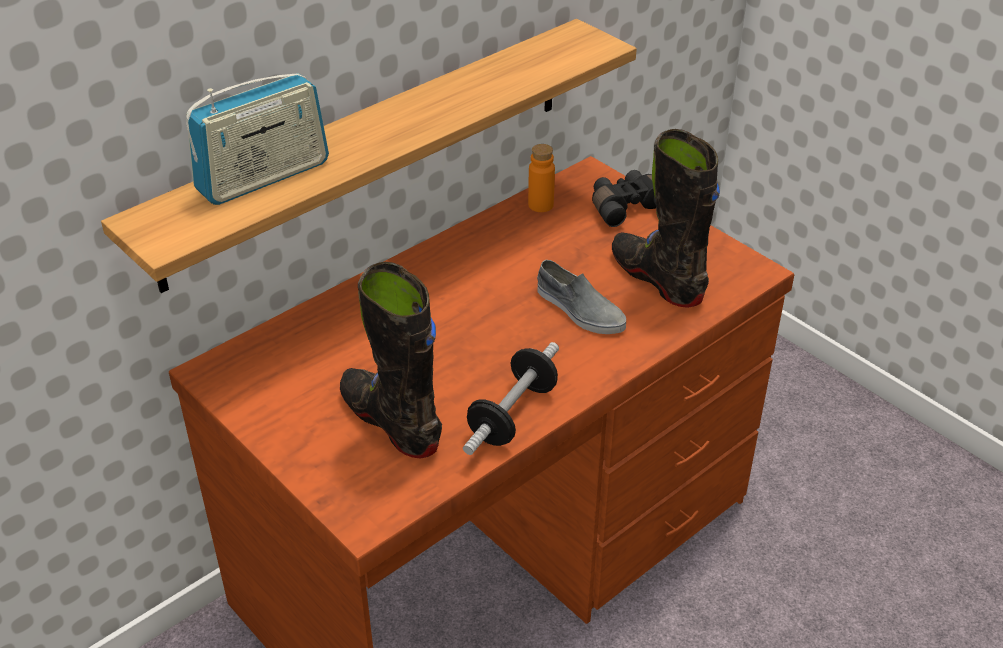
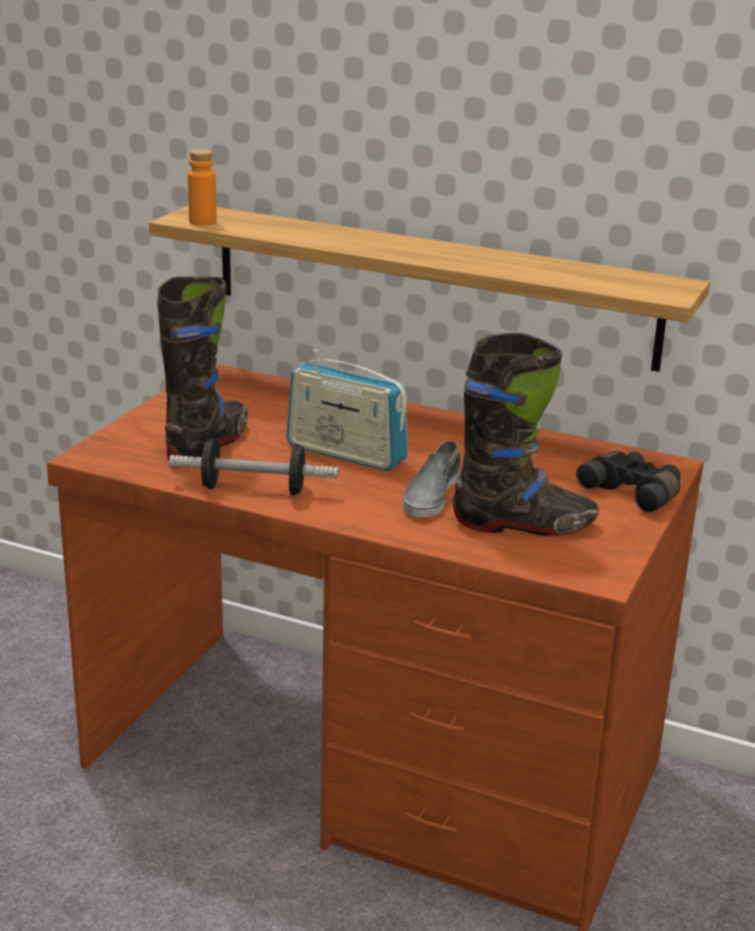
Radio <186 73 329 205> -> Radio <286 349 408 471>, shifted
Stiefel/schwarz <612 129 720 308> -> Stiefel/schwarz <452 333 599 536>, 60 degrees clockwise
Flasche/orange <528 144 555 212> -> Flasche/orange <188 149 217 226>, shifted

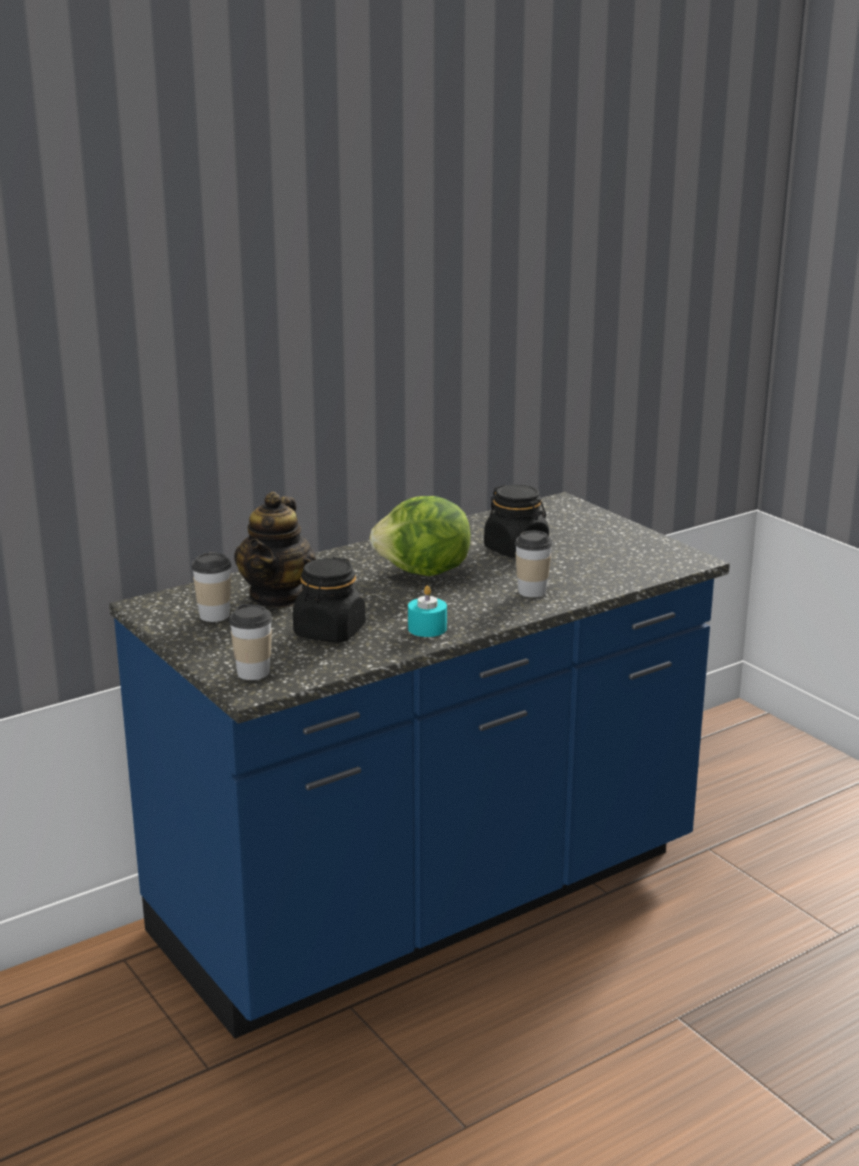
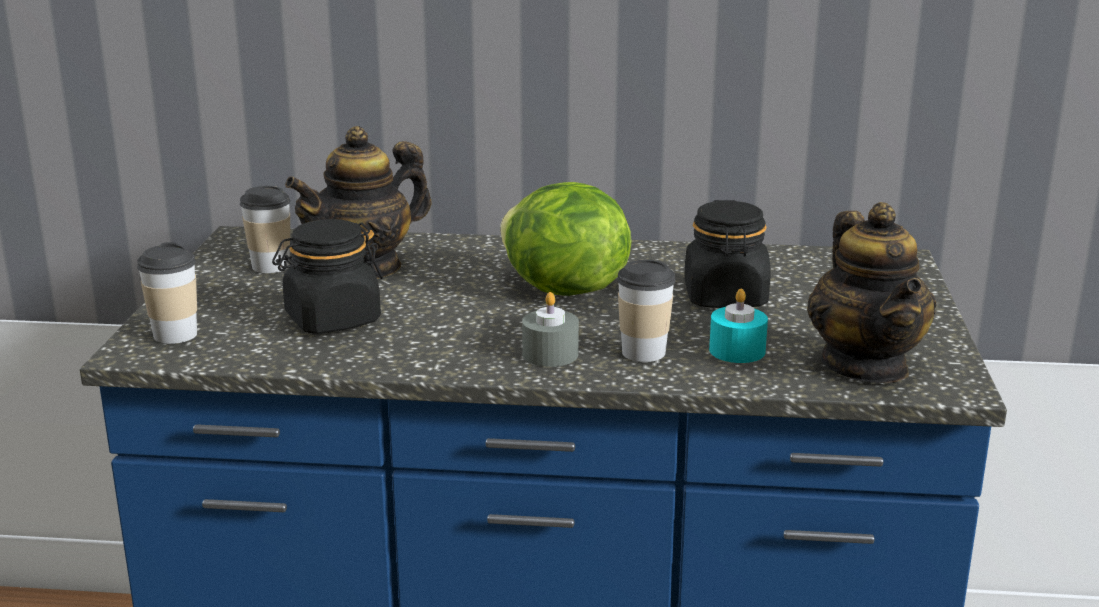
Kerze/türkis <408 586 447 637> -> Kerze/türkis <709 289 768 363>, shifted
none -> Teekanne <807 202 937 383>
none -> Kerze/grau <522 292 579 367>

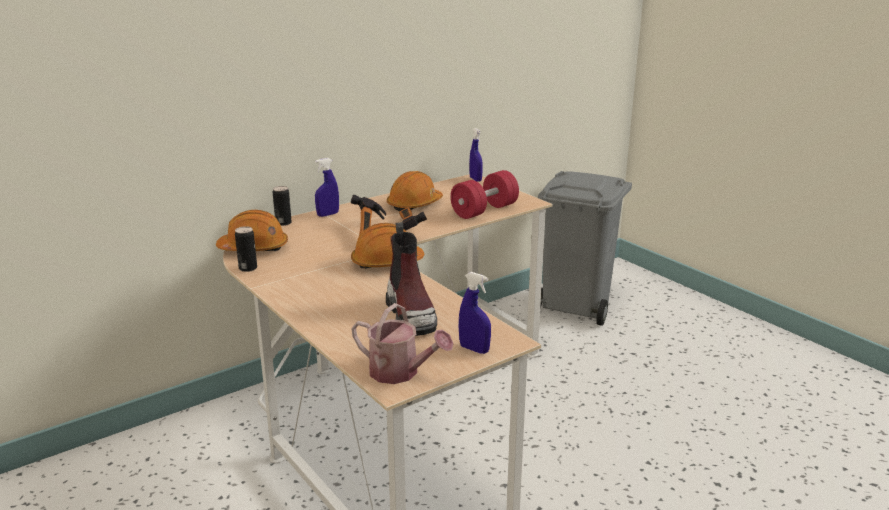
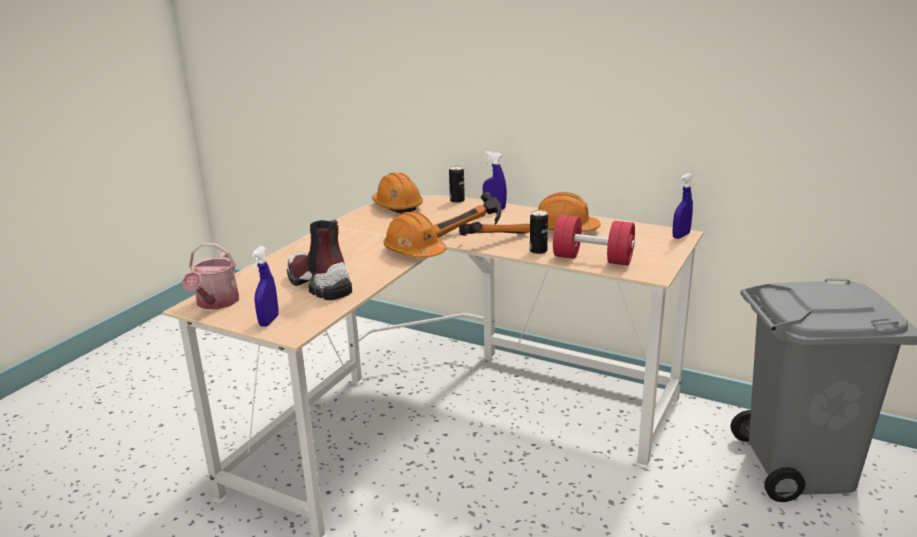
Stiefel <386 222 437 336> -> Stiefel <287 220 352 300>, 90 degrees clockwise
Dose <235 226 257 272> -> Dose <530 210 548 254>, shifted

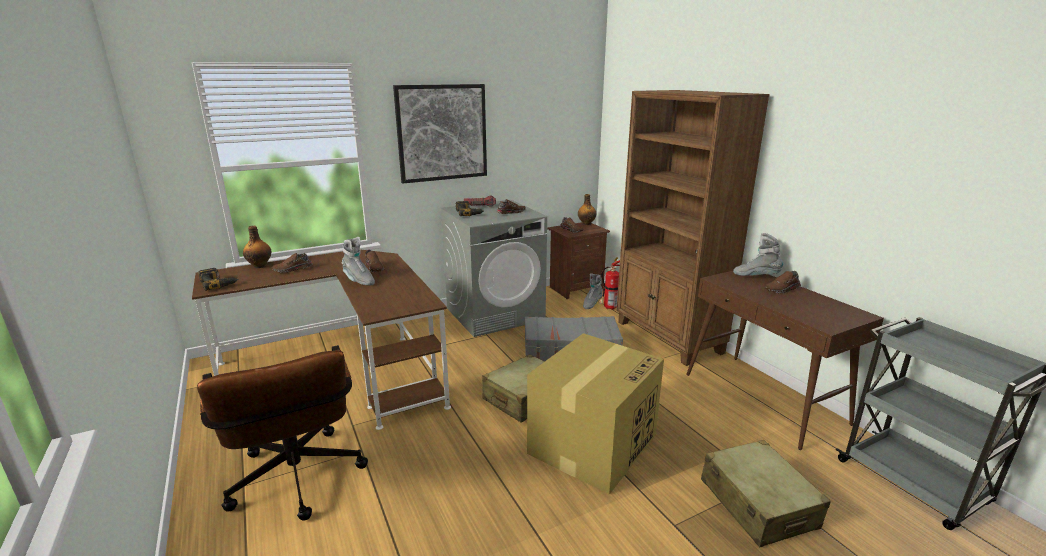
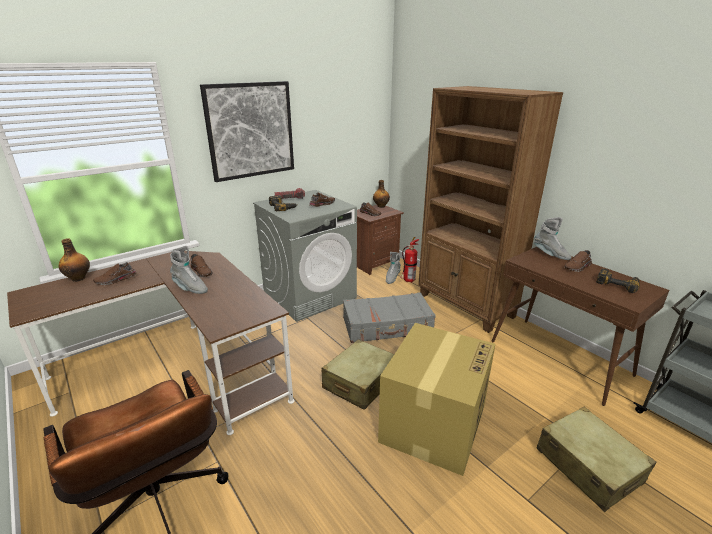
Stiefel/grau <733 233 783 276> -> Stiefel/grau <534 217 571 260>, 150 degrees counterclockwise
Bohrmaschine <198 268 239 291> -> Bohrmaschine <596 269 640 293>, shifted

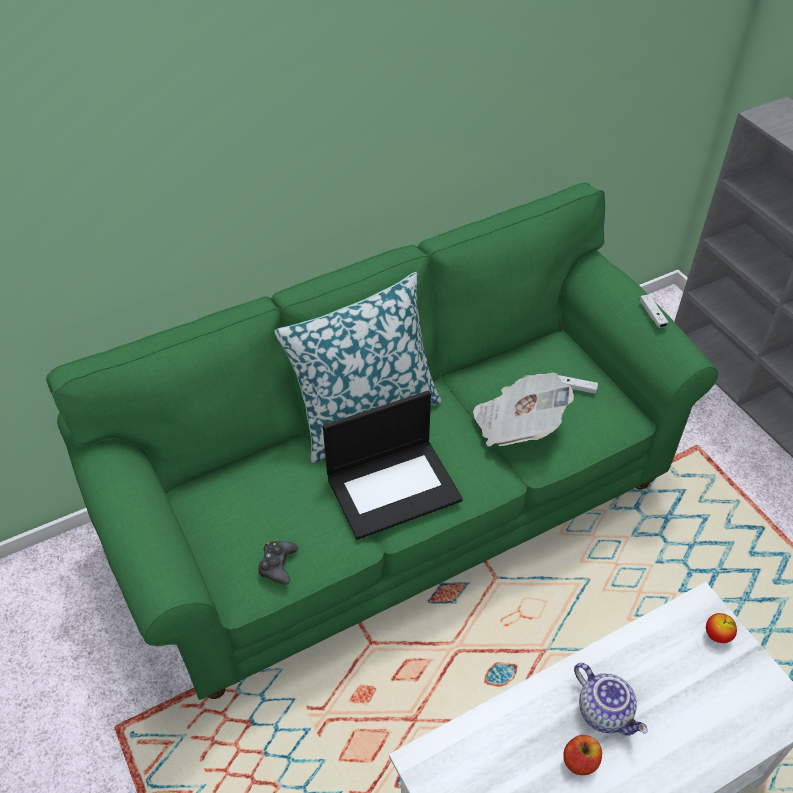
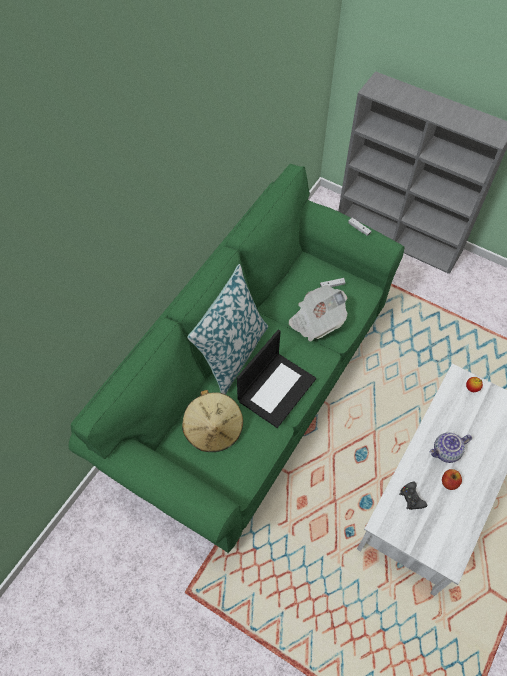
Gamepad/schwarz <258 541 298 585> -> Gamepad/schwarz <399 481 427 510>, shifted
Teekanne <574 663 648 736> -> Teekanne <429 432 472 463>, 135 degrees clockwise
none -> Hut/beige <182 390 243 452>

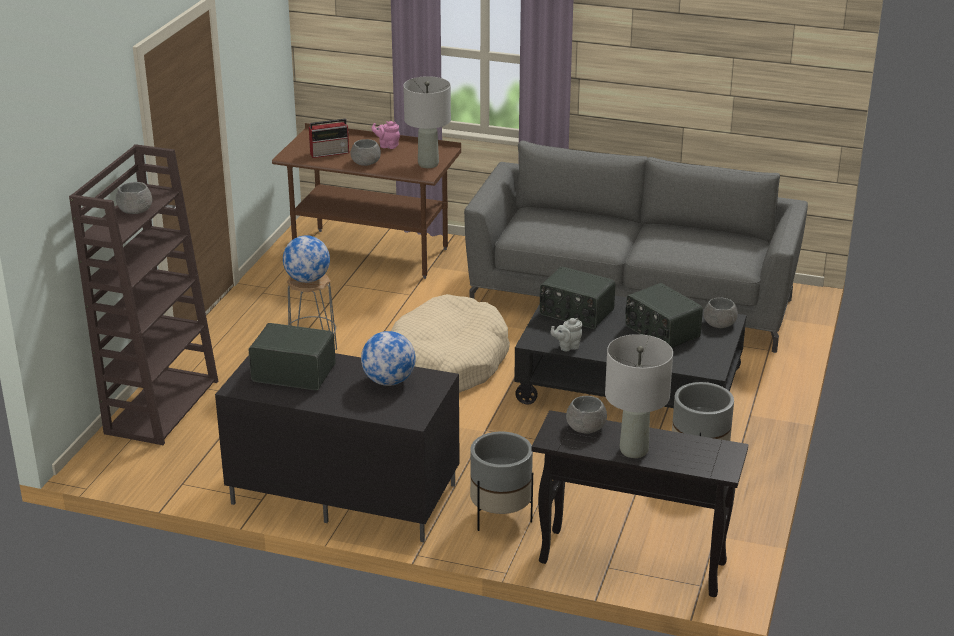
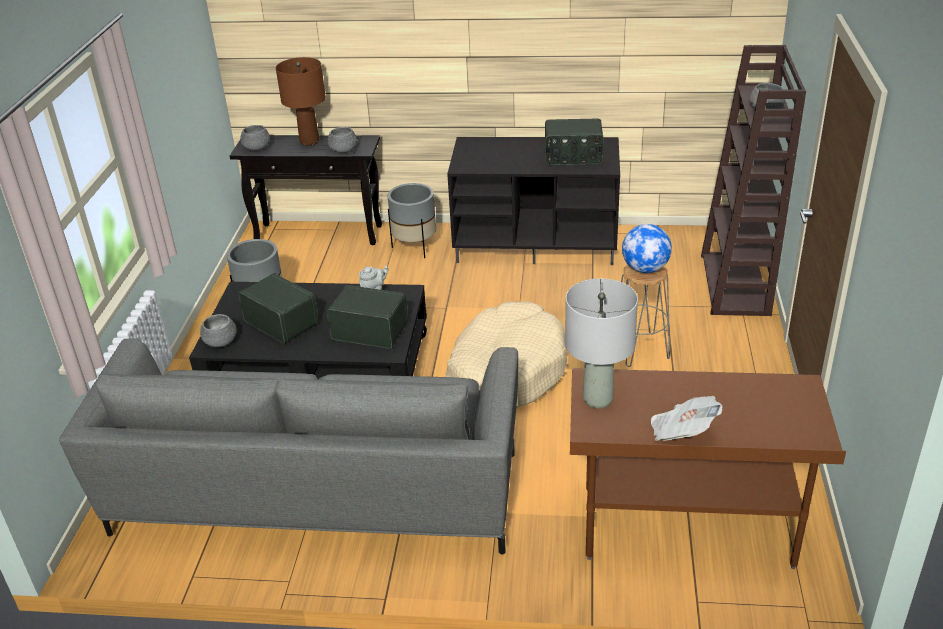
Radio <309 119 349 158> -> none
Teekanne/rosa <371 121 400 149> -> Zeitung <651 396 722 441>
Schüssel/grau <351 139 381 166> -> Schüssel/grau <241 125 270 151>, shifted
Globus <361 331 416 386> -> none
Tischlampe/grau <605 334 673 458> -> Tischlampe/braun <276 57 326 146>

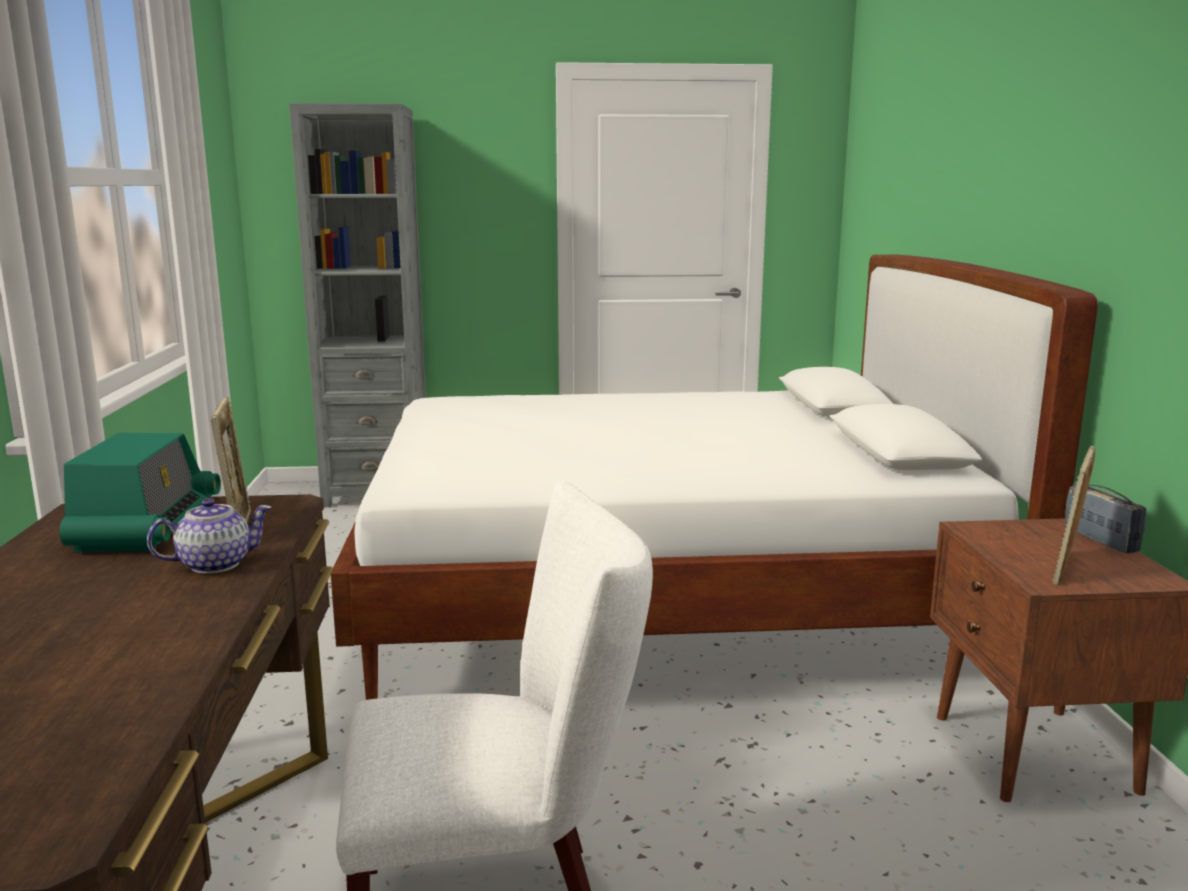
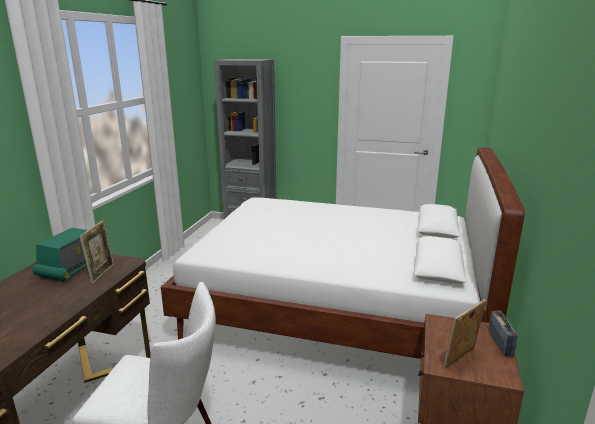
Teekanne <147 498 272 574> -> none

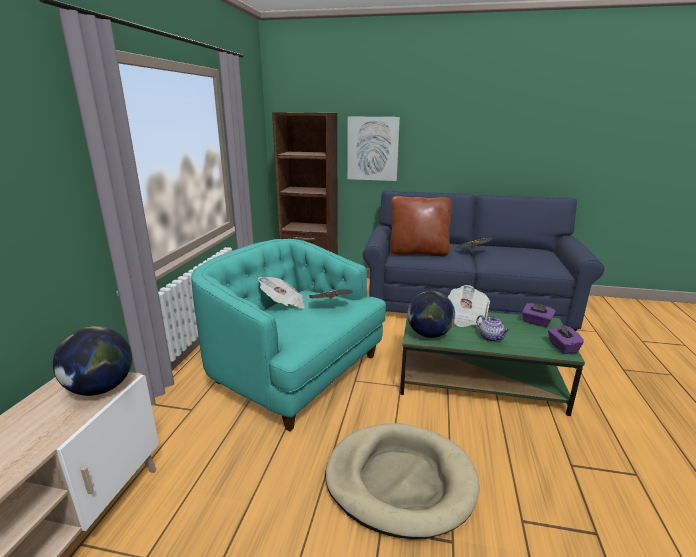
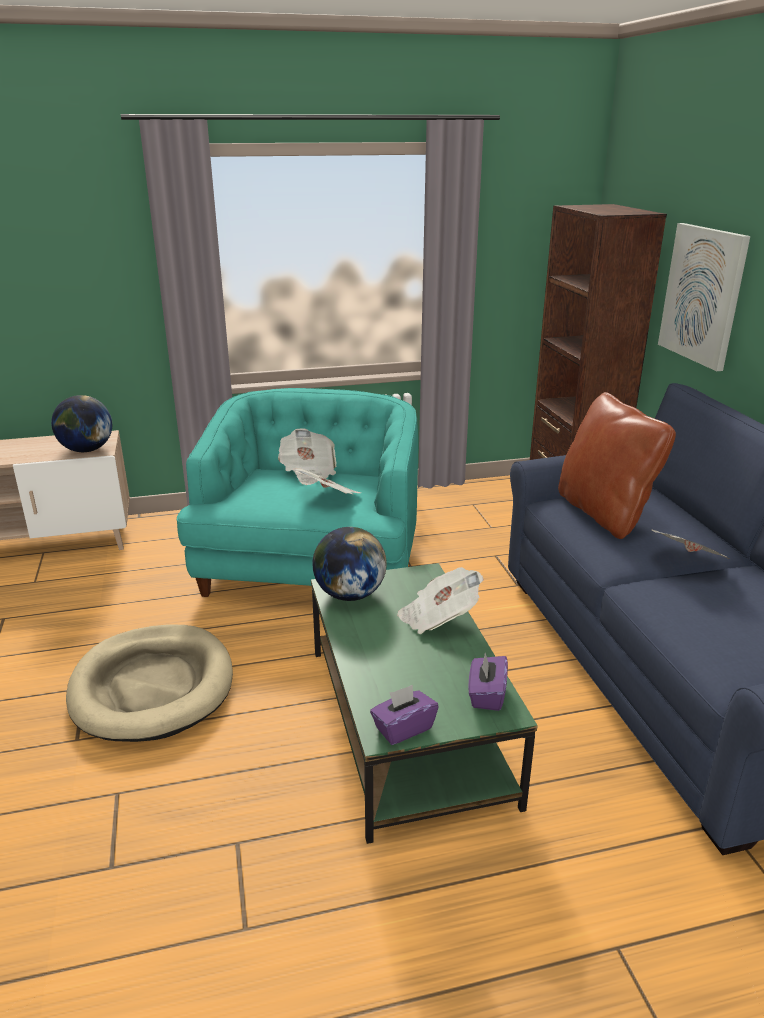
Teekanne <476 315 510 341> -> none

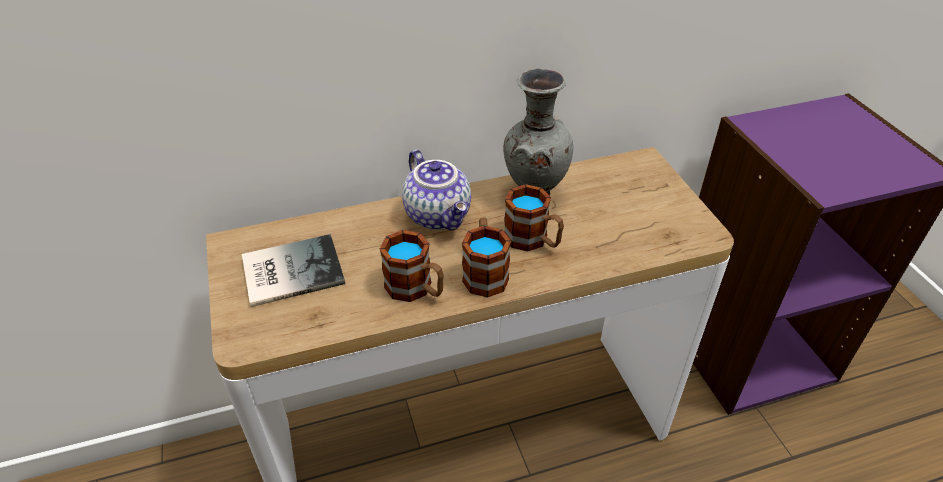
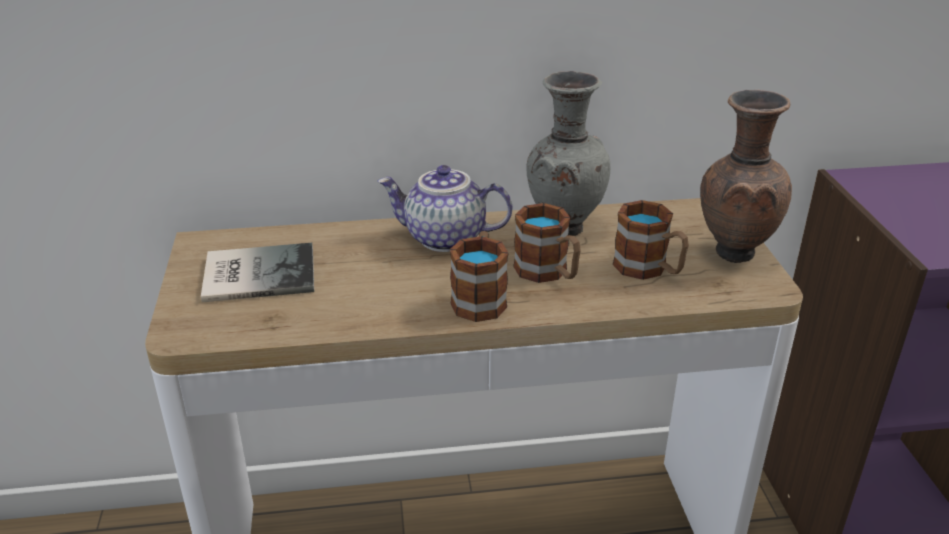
Teekanne <402 149 471 230> -> Teekanne <378 165 512 252>, 120 degrees clockwise
Henkelbecher <380 230 444 302> -> Henkelbecher <613 200 689 280>, shifted
none -> Vase/braun <700 90 792 263>

